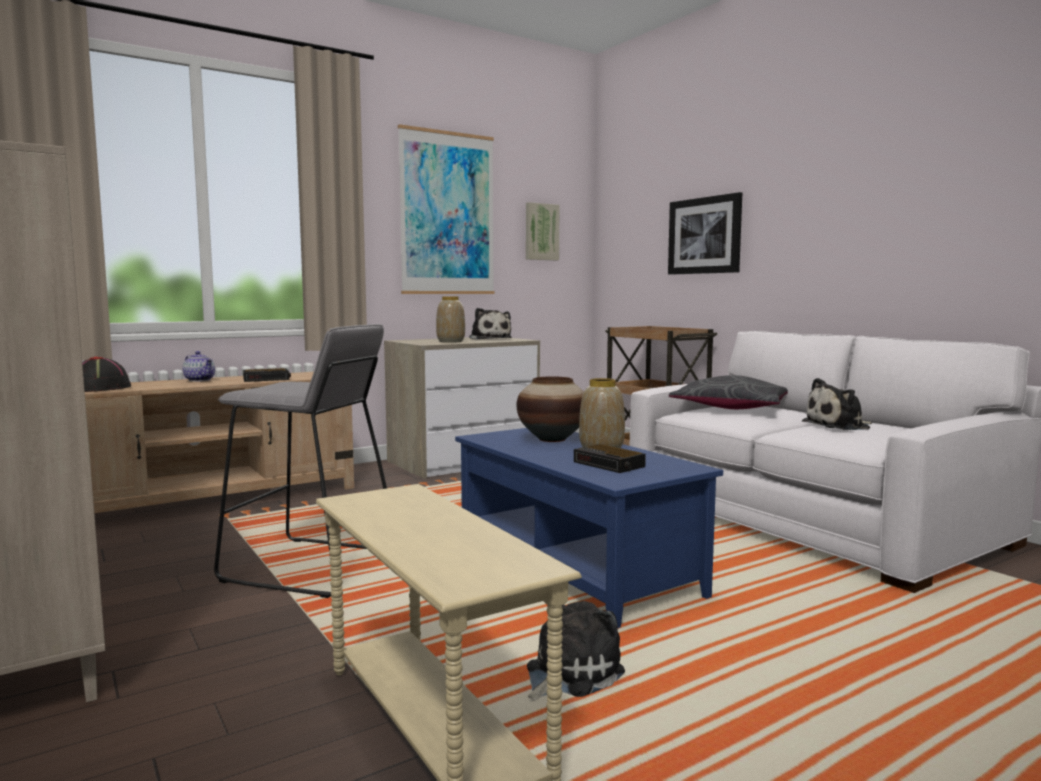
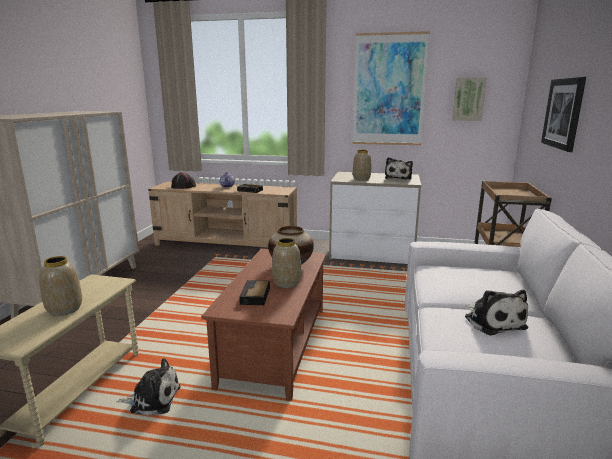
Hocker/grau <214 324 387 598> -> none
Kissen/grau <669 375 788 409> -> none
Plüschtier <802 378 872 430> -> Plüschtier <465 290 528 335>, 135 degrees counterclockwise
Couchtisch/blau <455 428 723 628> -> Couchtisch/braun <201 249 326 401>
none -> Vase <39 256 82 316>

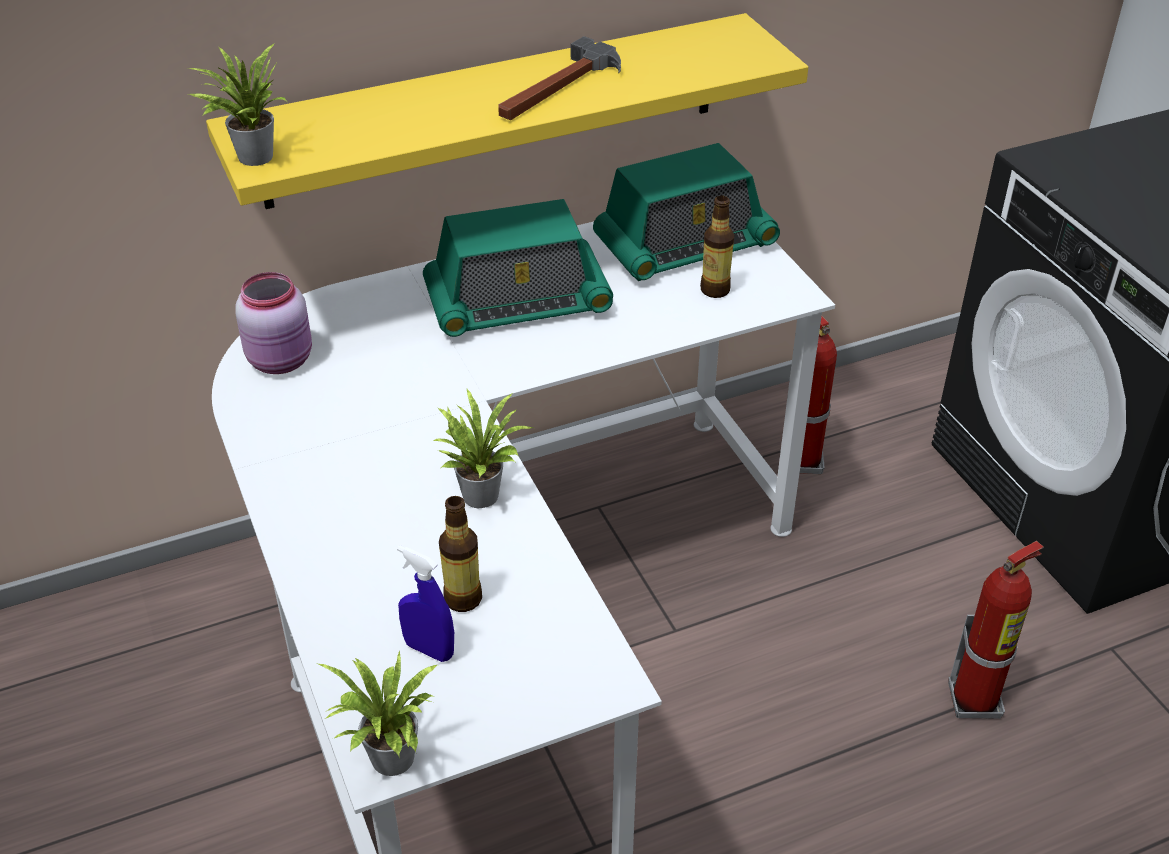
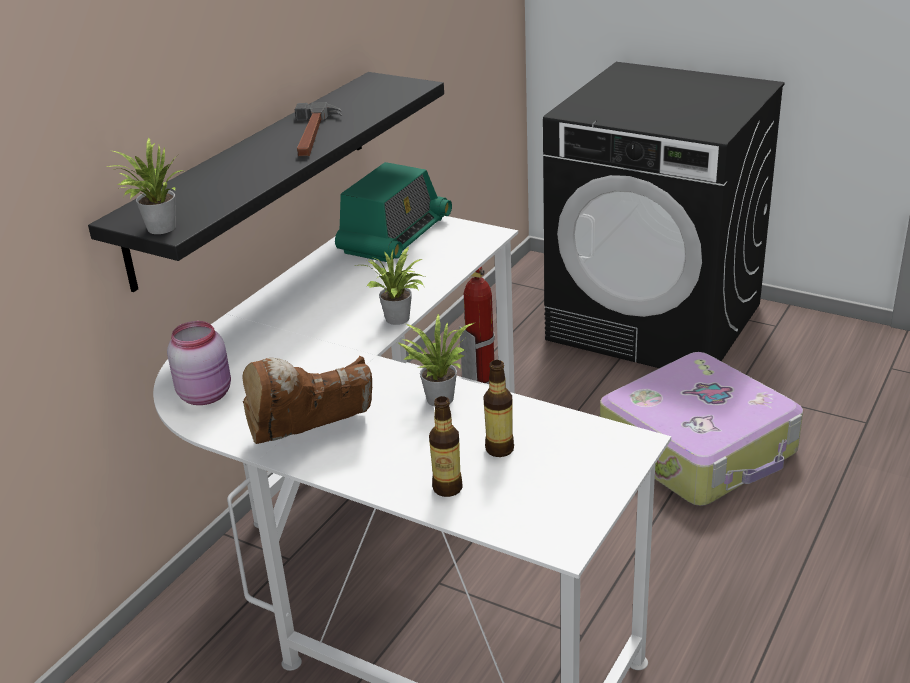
Wandregal/gelb <206 13 808 209> -> Wandregal/schwarz <88 72 444 292>
Flasche <700 196 734 298> -> Flasche <429 396 463 497>, shifted
Radio <423 199 613 337> -> none
Feuerlöscher <948 541 1044 718> -> Koffer <600 352 803 506>
Sprühflasche/blau <397 545 454 662> -> none
Topfpflanze <318 650 437 776> -> Topfpflanze <355 247 425 325>, shifted
none -> Stiefel/braun <242 356 372 444>

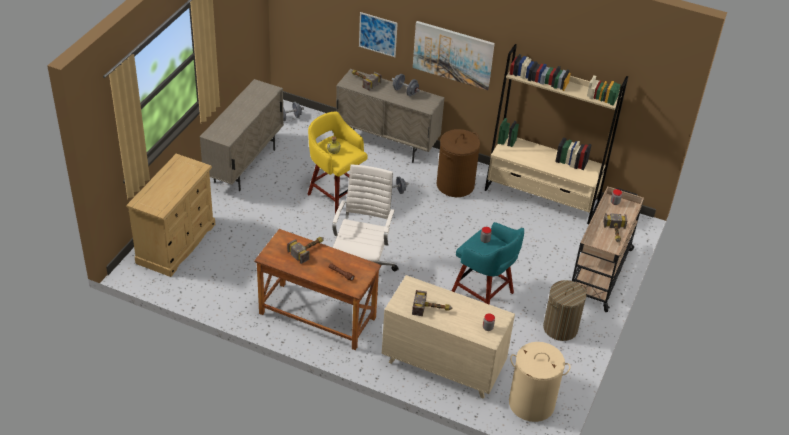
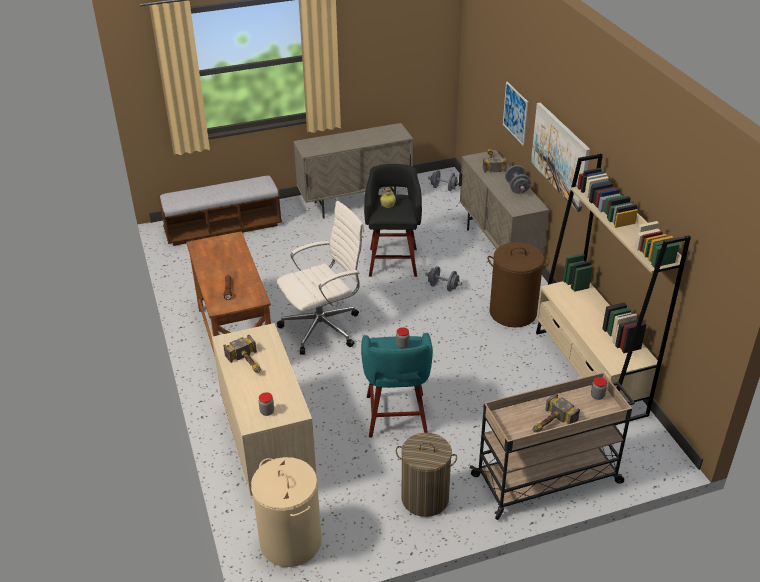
Hocker/gelb <307 112 368 214> -> Hocker/schwarz <364 164 422 277>
Kommode/beige <126 154 215 277> -> Bank <158 175 282 246>
Hammer <287 237 324 264> -> none

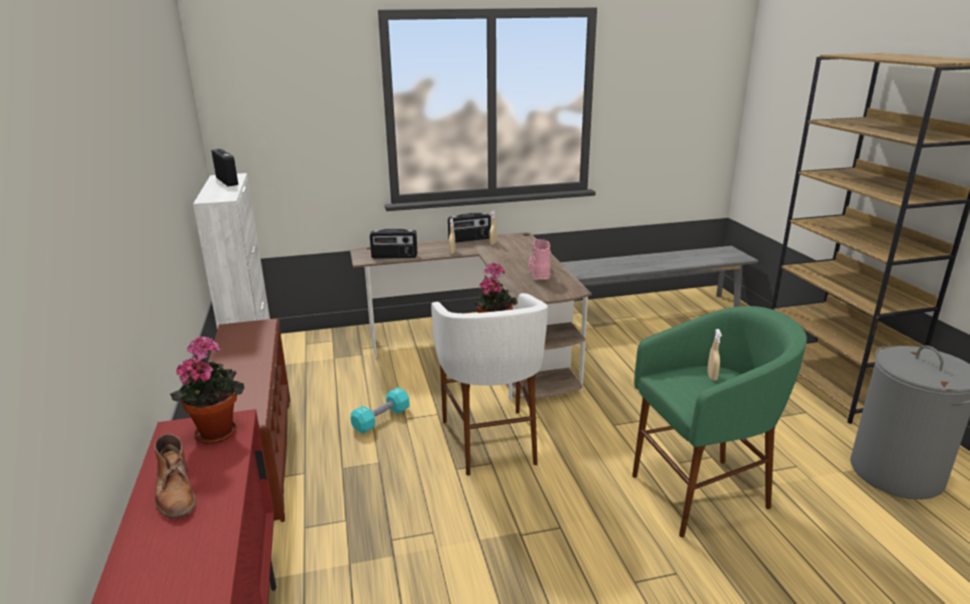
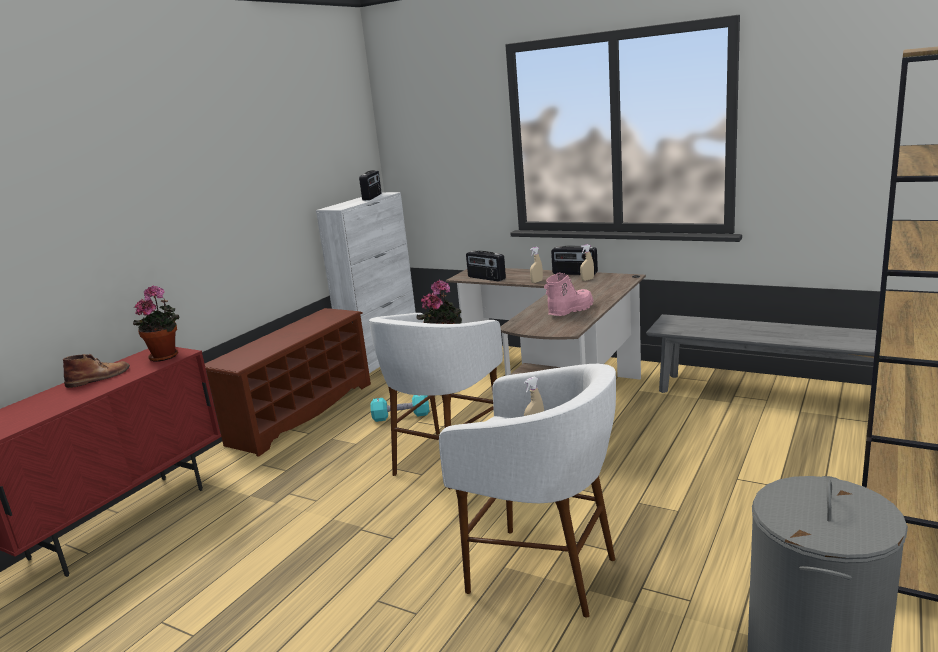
Hocker/grün <632 306 807 537> -> Hocker/weiß <439 364 616 618>
Stiefel/braun <154 434 196 519> -> Stiefel/braun <63 354 130 388>, 150 degrees counterclockwise

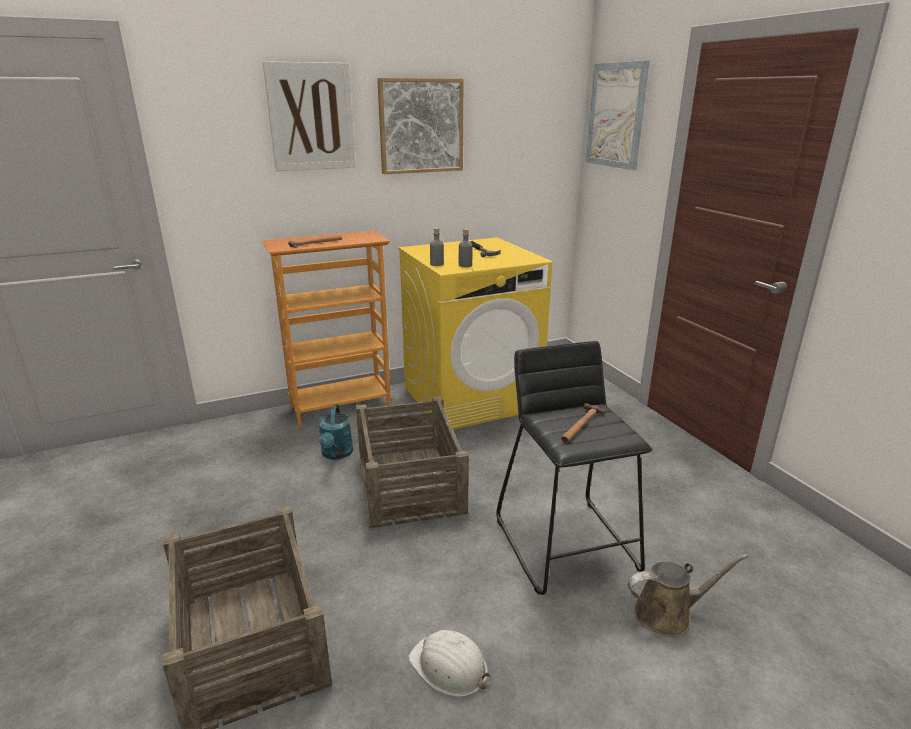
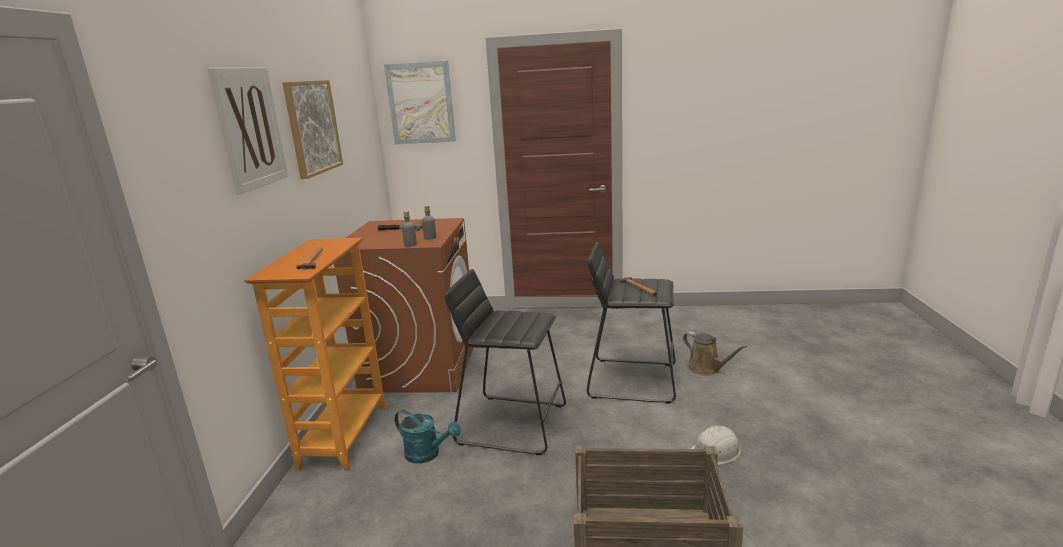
Waschmaschine/gelb <398 237 552 430> -> Waschmaschine/braun <334 218 474 392>
Kiste <356 396 469 528> -> Hocker/schwarz <444 269 566 455>
Gießkanne/braun <628 554 748 637> -> Gießkanne/braun <683 332 748 376>, 120 degrees clockwise

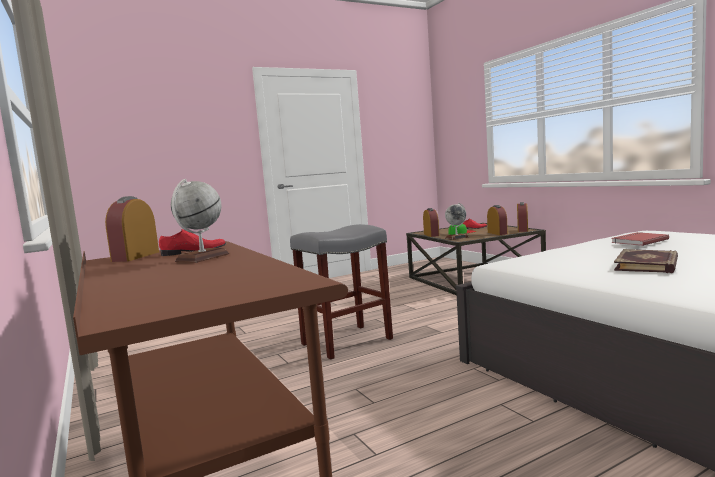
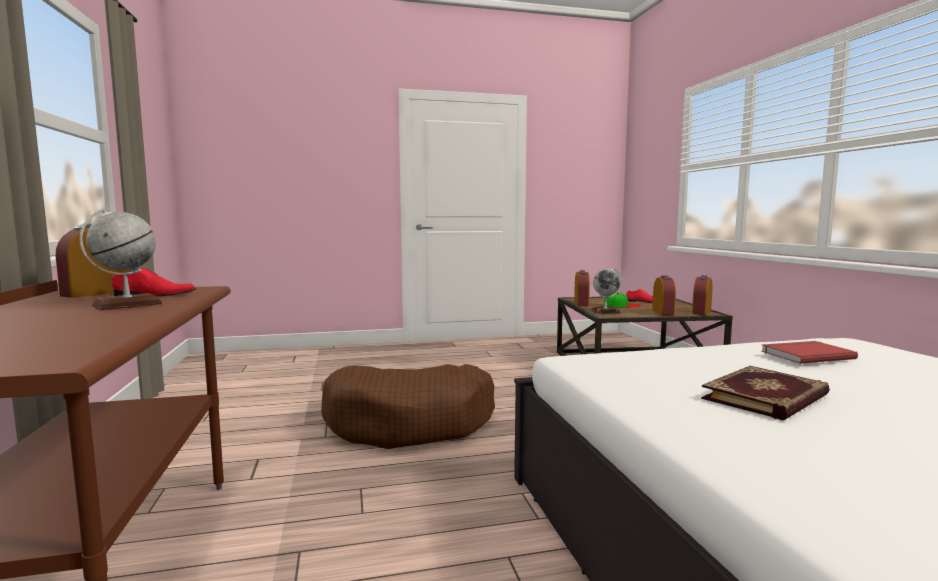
Hocker/grau <290 224 393 360> -> Hundebett/braun <321 364 495 449>

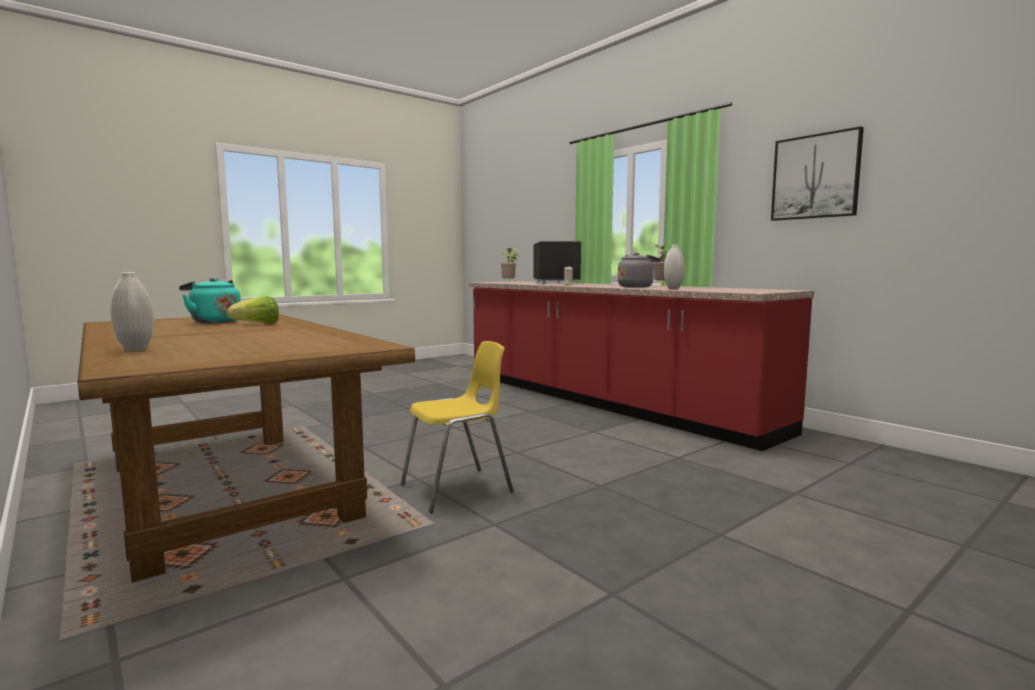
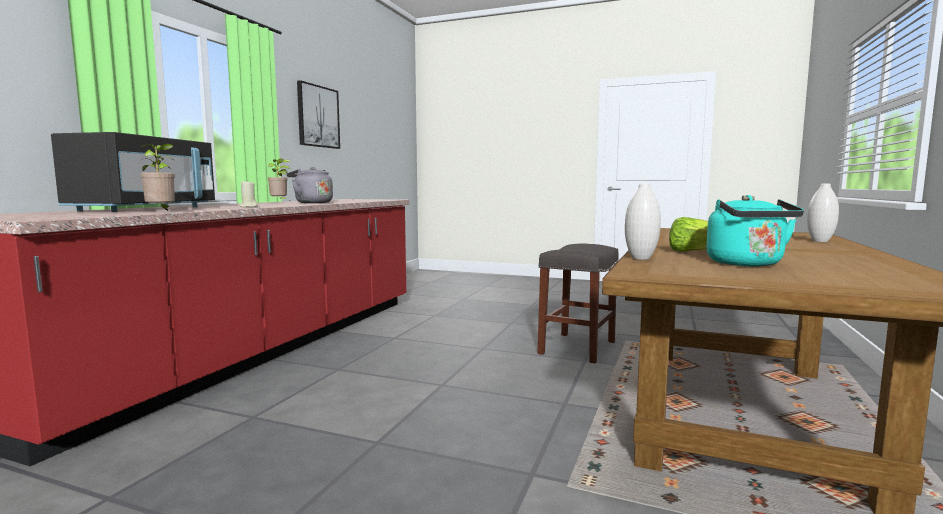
Mikrowelle/schwarz <533 241 581 284> -> Mikrowelle/schwarz <51 132 215 212>, 135 degrees clockwise
Vase/weiß <664 245 685 289> -> Vase/weiß <625 183 661 260>, shifted
Stuhl/gelb <400 341 514 513> -> Hocker/grau <538 244 619 363>

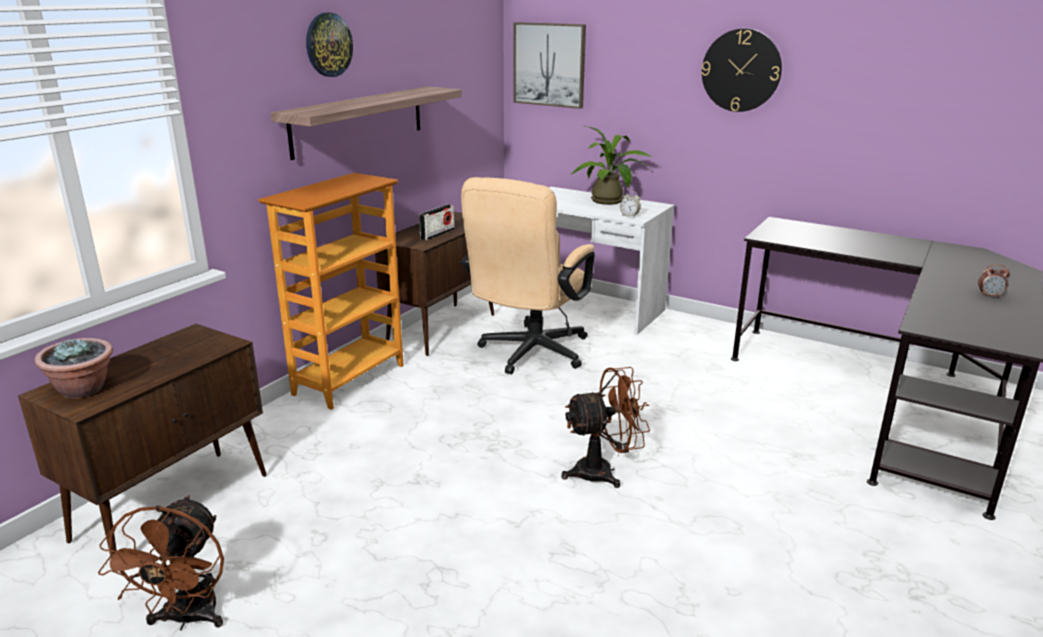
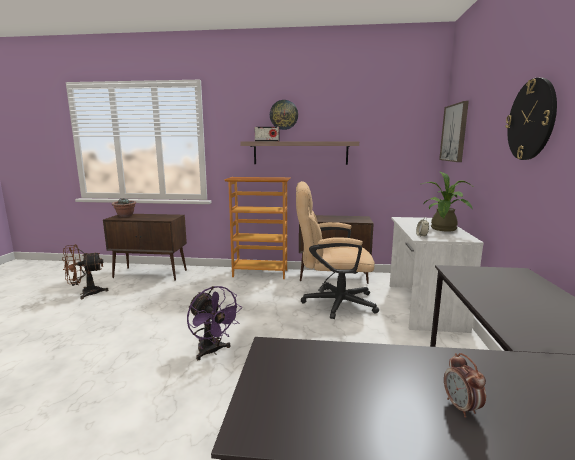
Radio <419 204 455 240> -> Radio <255 127 280 142>, shifted
Ventilator/braun <561 367 650 488> -> Ventilator/lila <187 286 242 360>

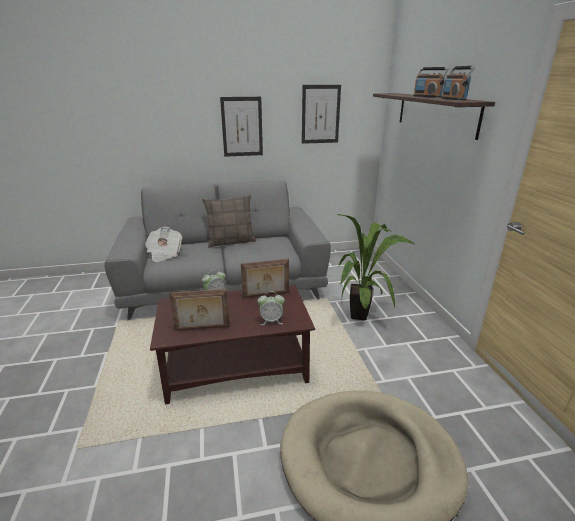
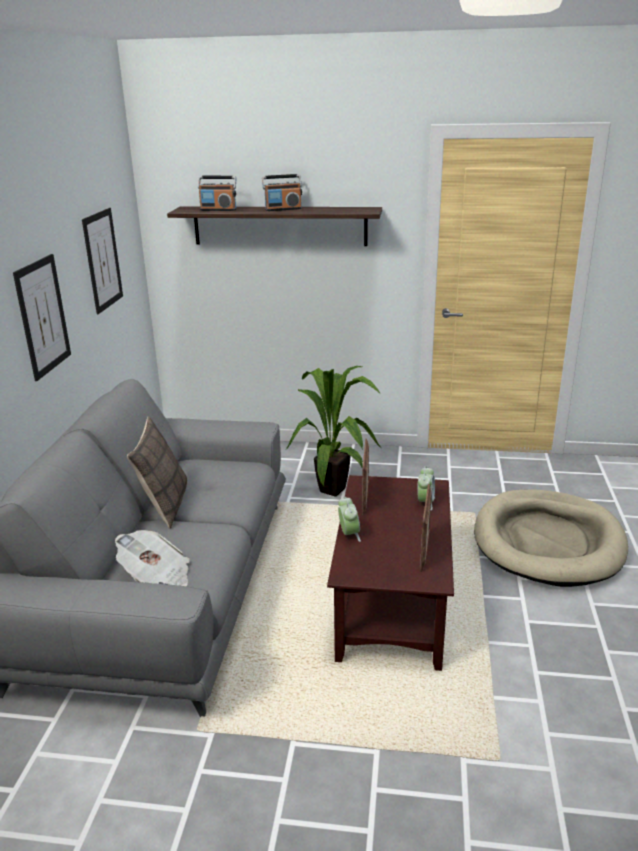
Radio <441 66 475 100> -> Radio <198 176 237 211>, shifted

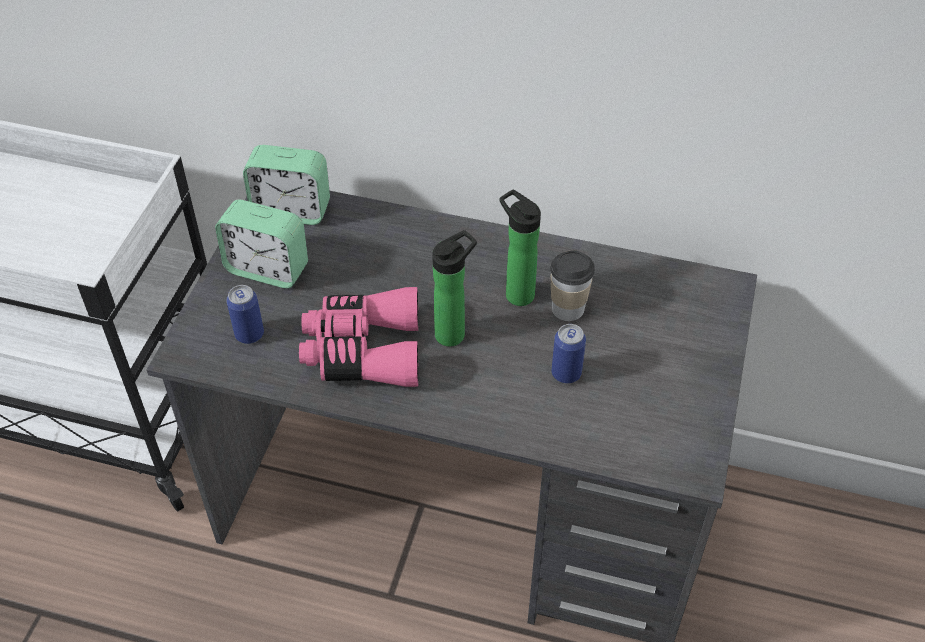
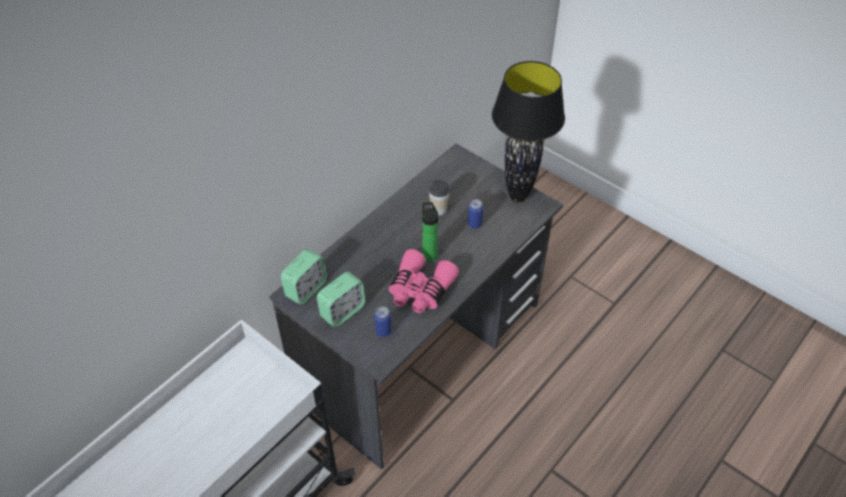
Flasche <499 189 541 306> -> none
none -> Tischlampe/schwarz <492 61 565 202>

